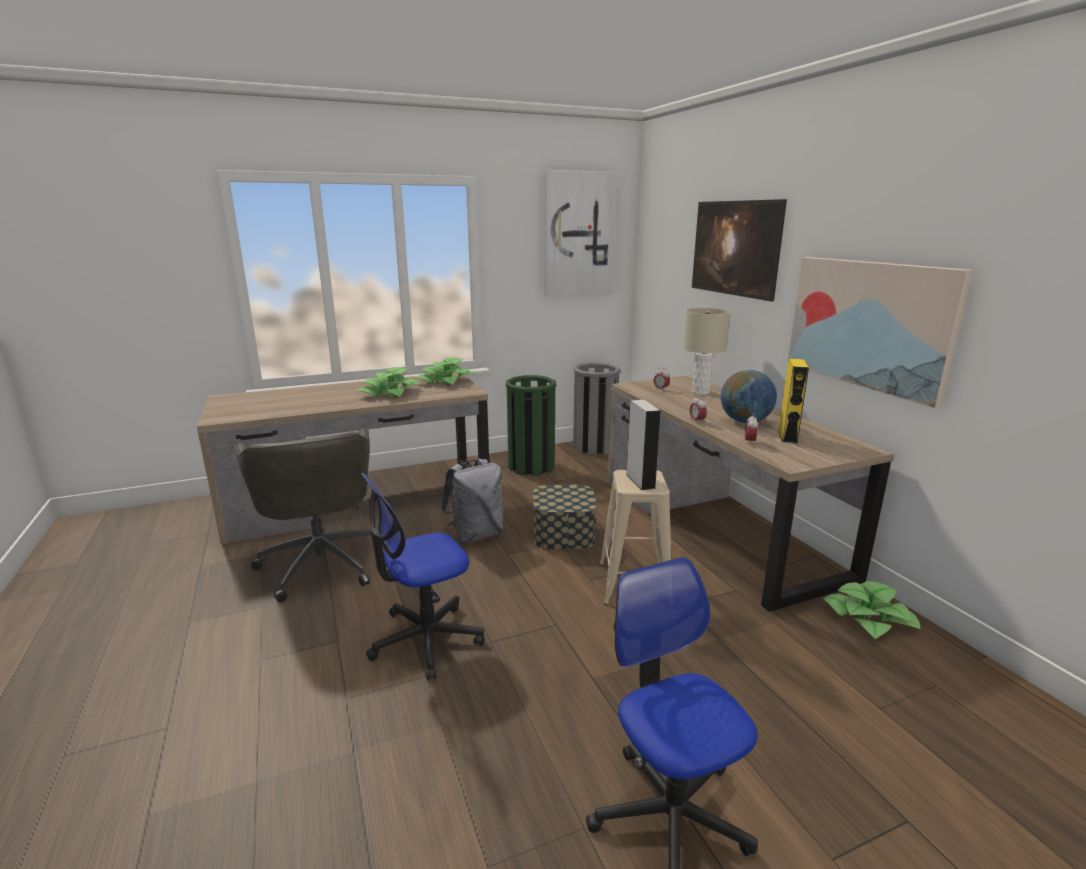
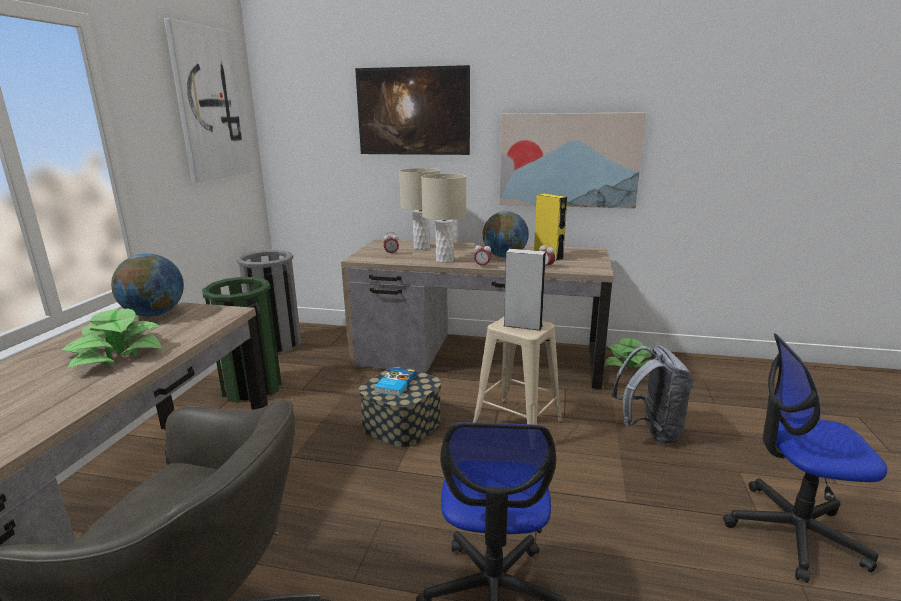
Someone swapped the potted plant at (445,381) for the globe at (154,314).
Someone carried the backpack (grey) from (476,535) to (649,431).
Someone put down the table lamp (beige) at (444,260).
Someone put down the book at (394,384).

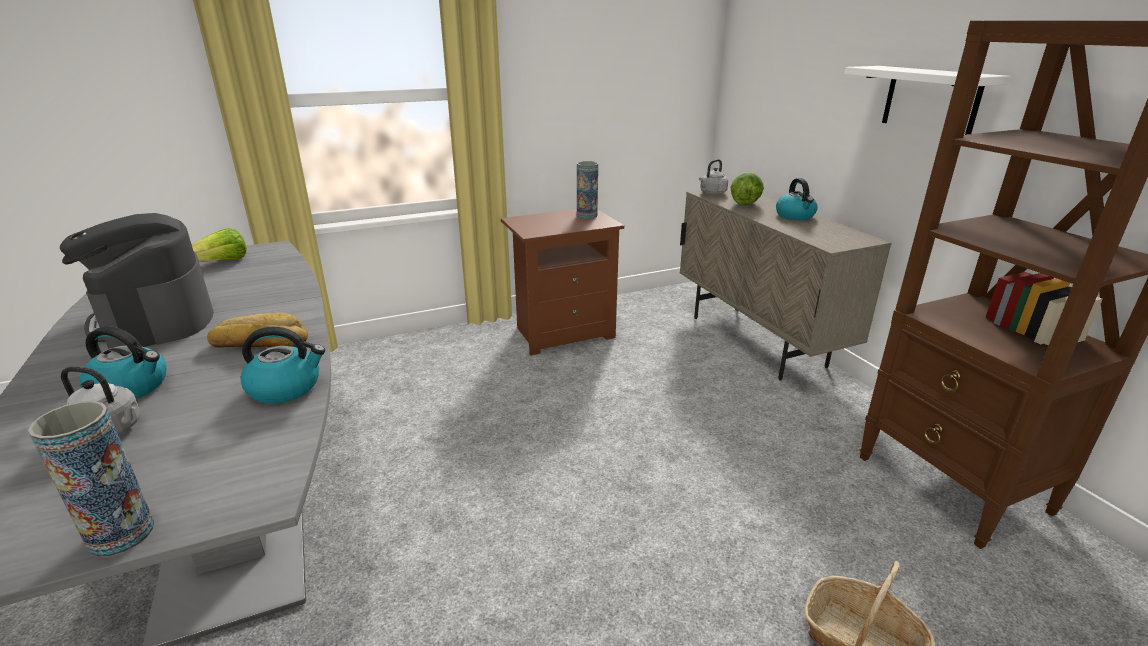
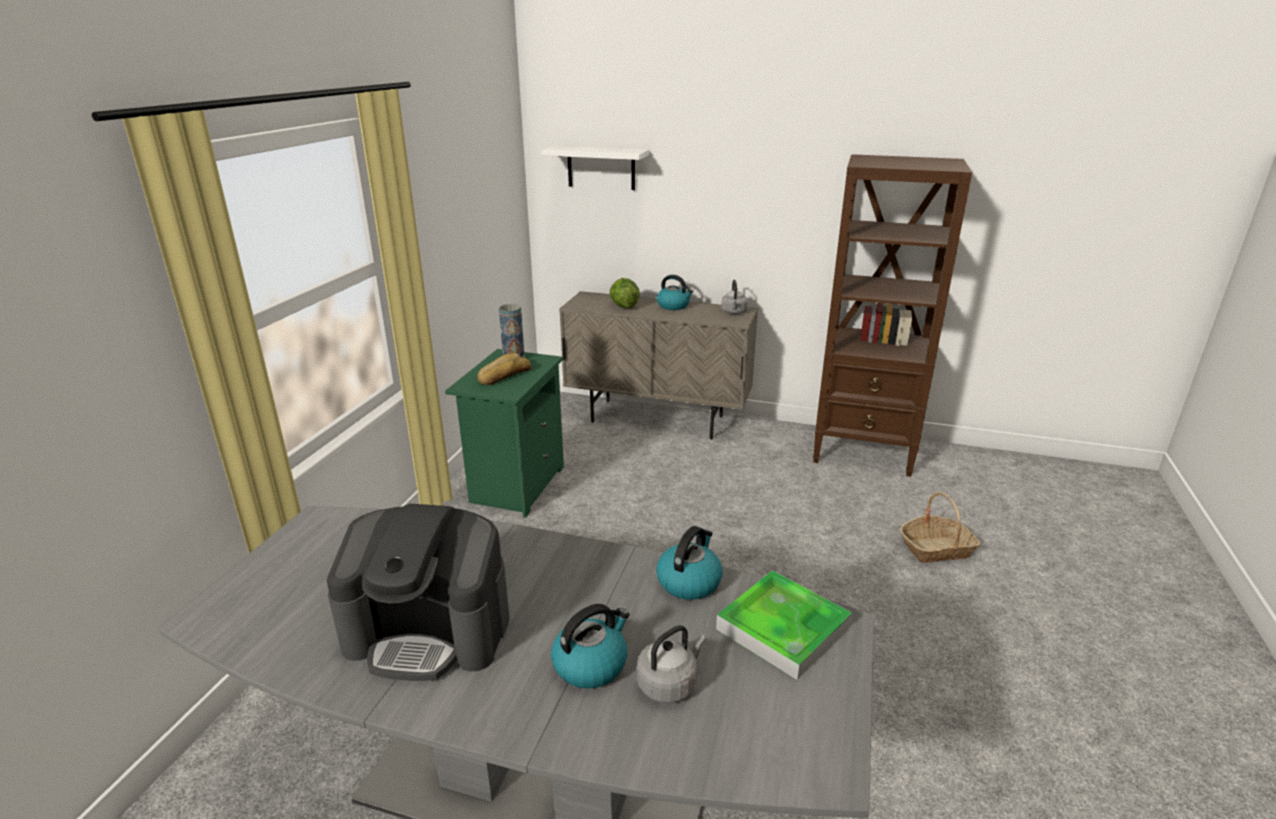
Someone carried the shelf (white) from (931,100) to (601,168).
Someone carried the kettle (grey) from (712,193) to (734,312).
Someone repainted the nightstand (brown) at (563,333), which became the nightstand (green) at (516,485).
Someone took away the lettuce at (223,262).
Someone carried the bread from (261,342) to (503,375).
Someone took away the vase at (121,534).
Someone put down the tray at (782,628).

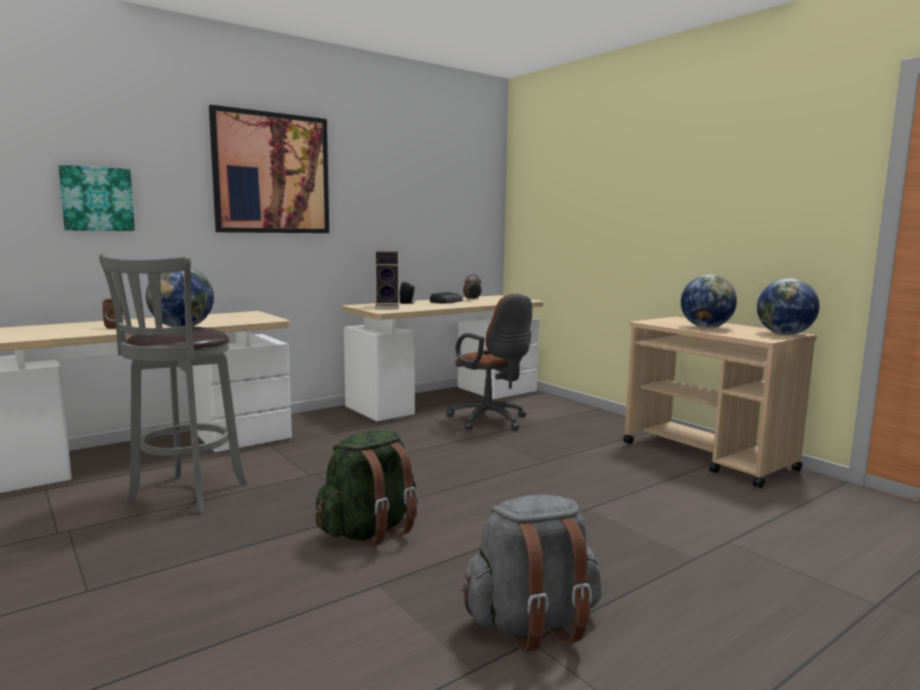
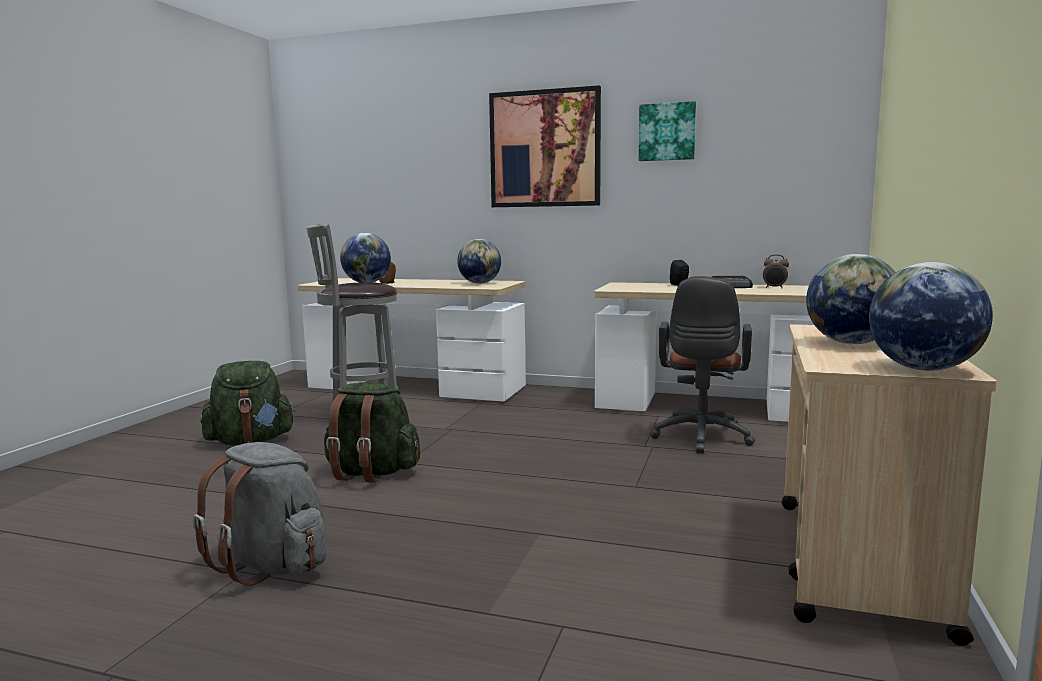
Someone carried the picture from (97,199) to (667,132).
Someone took away the speaker at (388,307).
Someone put down the globe at (480,283).
Someone put down the backpack (green) at (250,441).

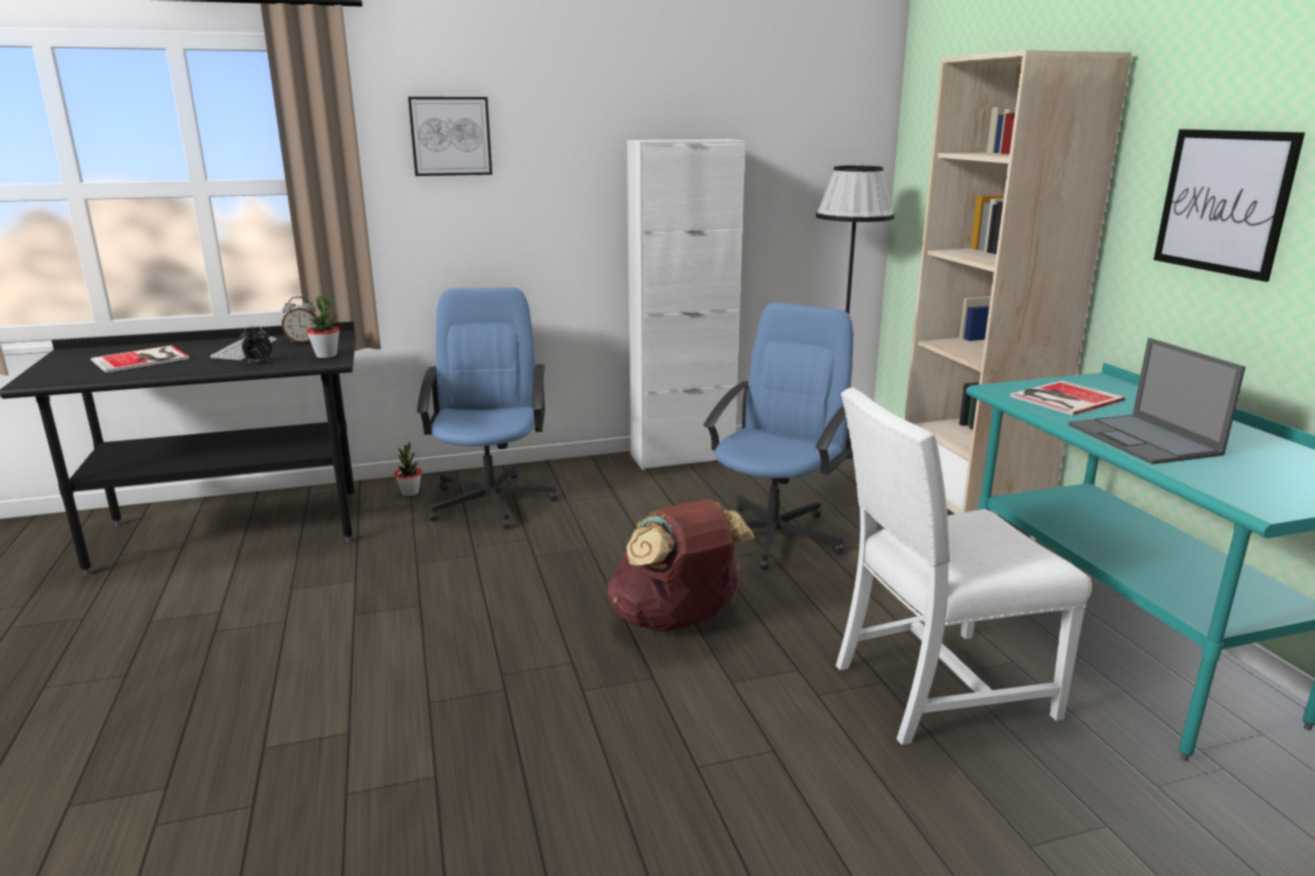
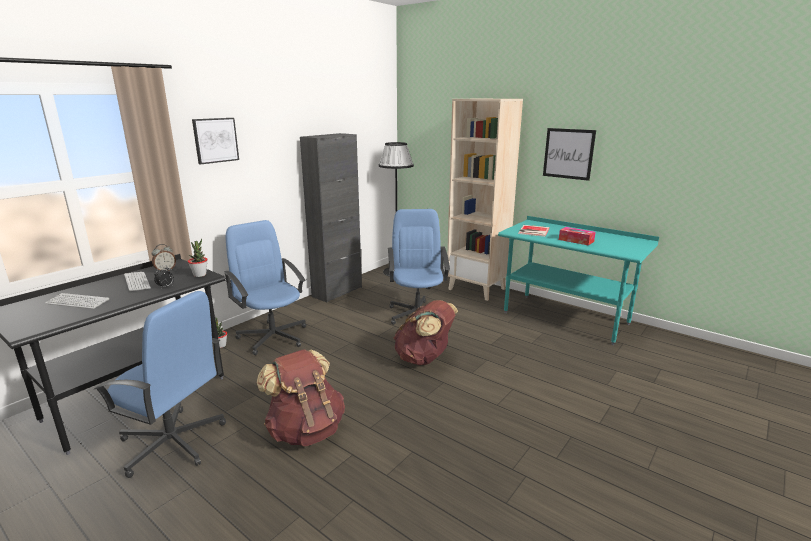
Someone repainted the cabinet (white) at (682,457), which became the cabinet (black) at (337,292).
Someone swapped the laptop at (1144,440) for the tissue box at (576,240).
Someone swapped the book at (143,359) for the keyboard at (77,302).
Someone took away the chair (white) at (935,688).
Someone put down the office chair (blue) at (173,443).
Someone put down the backpack (brown) at (306,430).

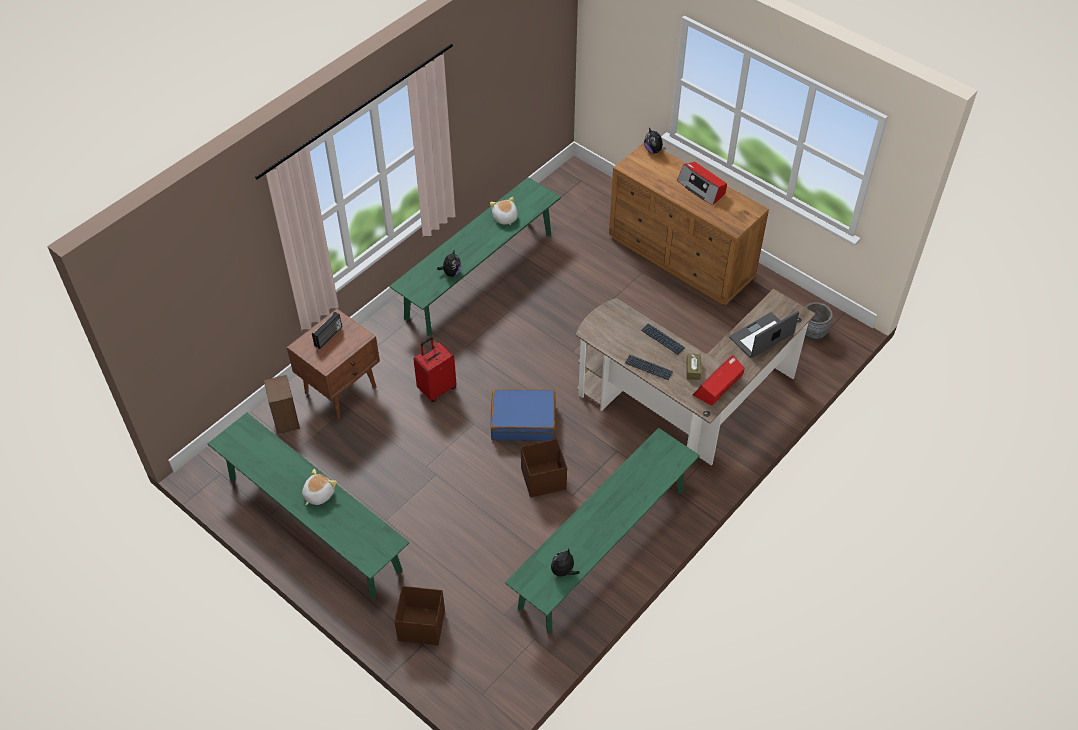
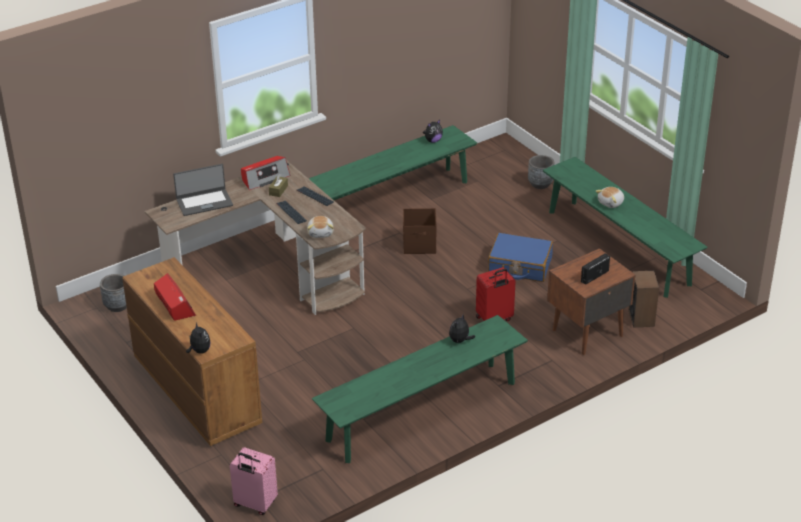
Someone carried the plush toy from (504,218) to (321,233).
Someone carried the suitcase (blue) from (523,421) to (520,265).
Someone swapped the storage box (brown) at (421,625) for the planter (grey) at (540,184).
Someone put down the suitcase (pink) at (254,504).

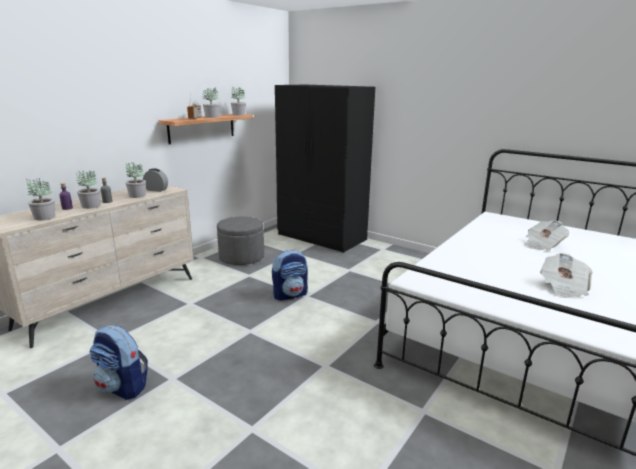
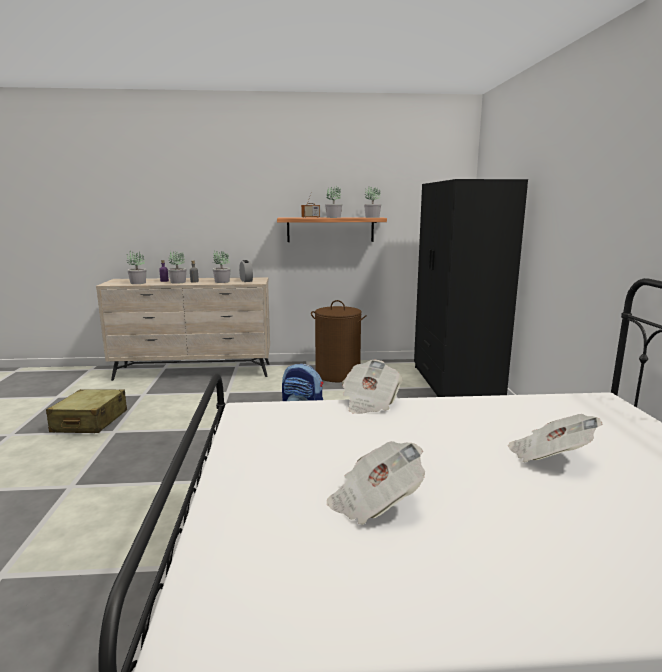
Someone swapped the ottoman (grey) at (241,257) for the laundry basket (brown) at (338,374).
Someone swapped the backpack at (123,387) for the suitcase (beige) at (90,422).
Someone put down the newspaper at (369,403).

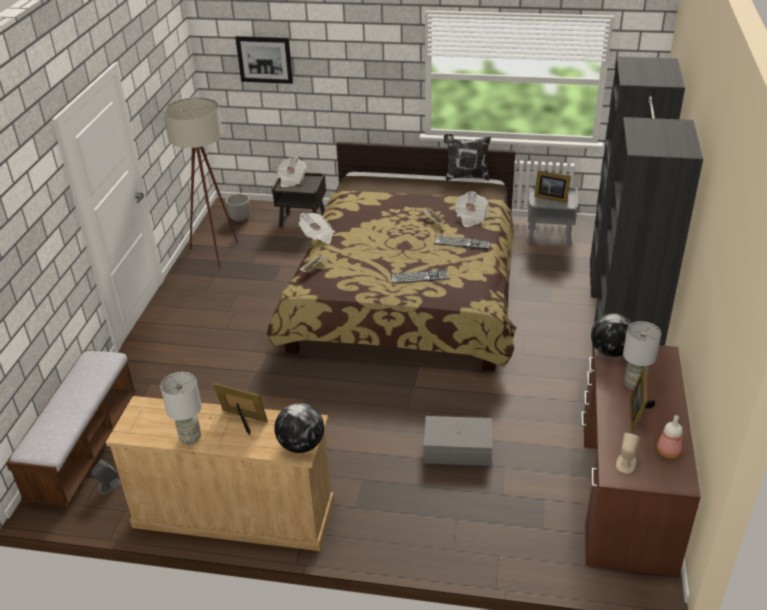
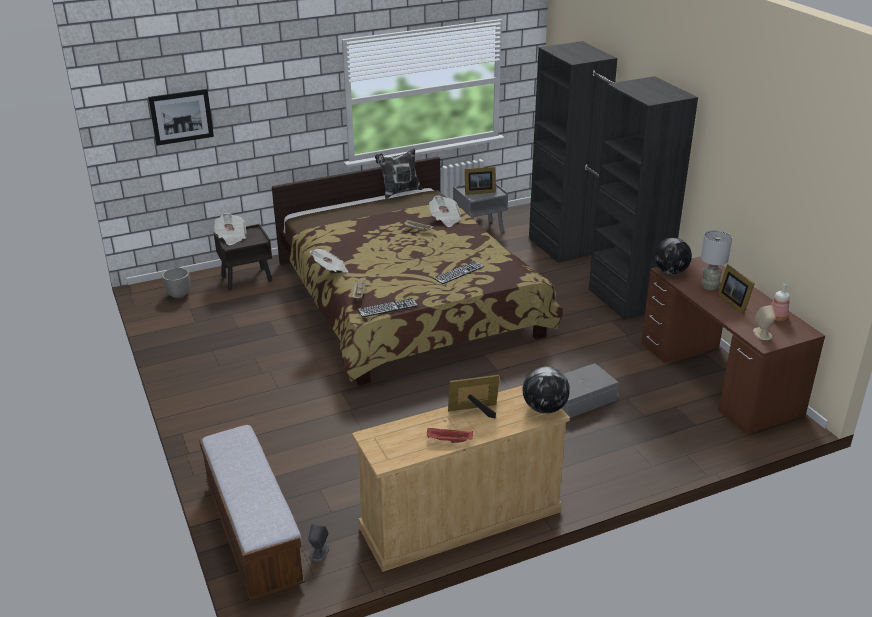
Someone took away the floor lamp (beige) at (216,256).
Someone carried the keyboard from (462,242) to (387,307).
Someone swapped the table lamp (grey) at (190,438) for the tray (red) at (448,441).

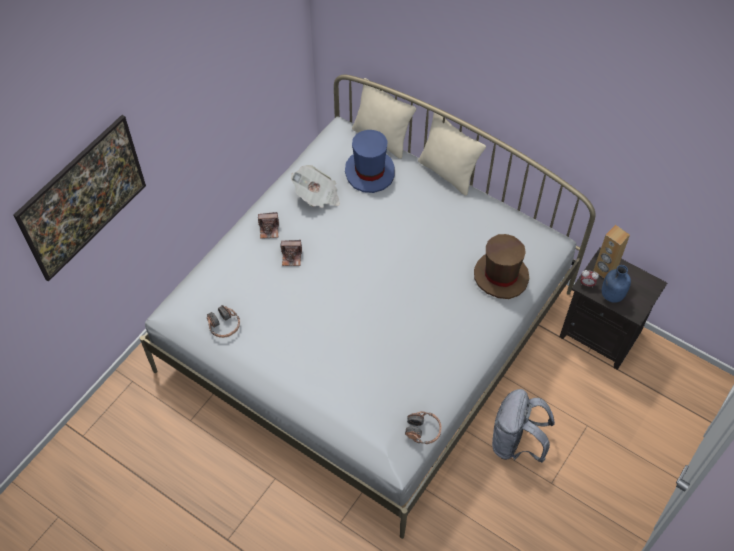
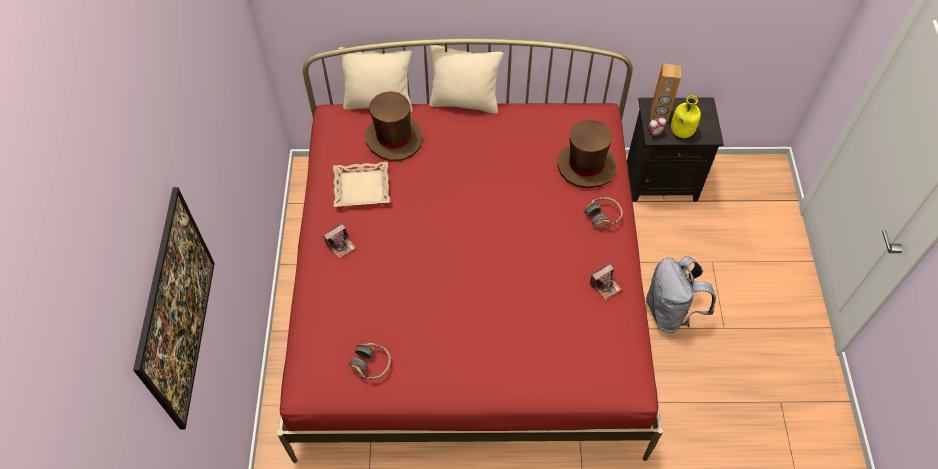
Someone repainted the bed (white) at (367,331), which became the bed (red) at (469,294).
Someone repainted the hat (blue) at (370,172), which became the hat (brown) at (394,138).
Someone swapped the newspaper at (317,196) for the tray (beige) at (362,187).
Someone carried the photo camera from (291,257) to (605,286).
Someone repainted the bottle (blue) at (611,295), which became the bottle (yellow) at (681,132).
Someone carried the headphones from (423,430) to (603,216).

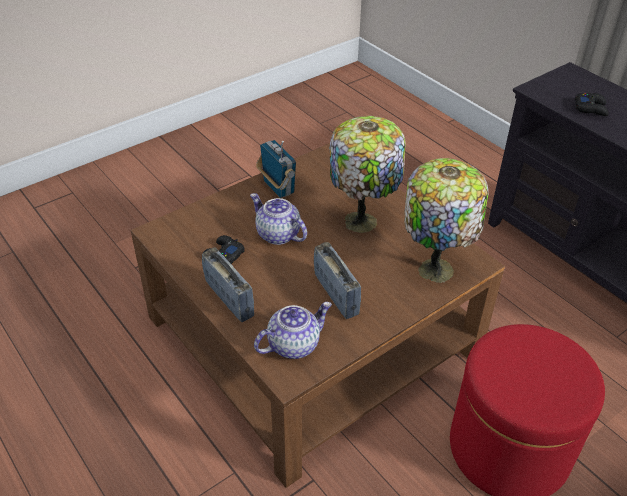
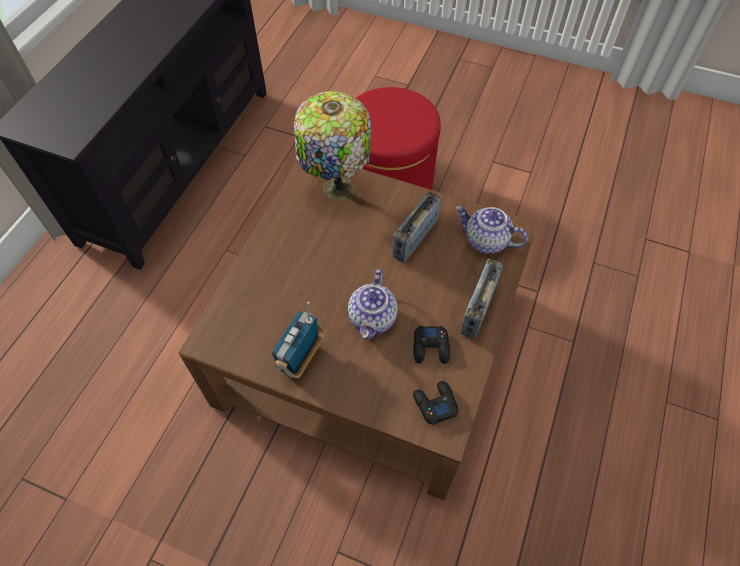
Someone carried the game controller (black) from (591,108) to (434,404).
Someone took away the table lamp at (363,221).

